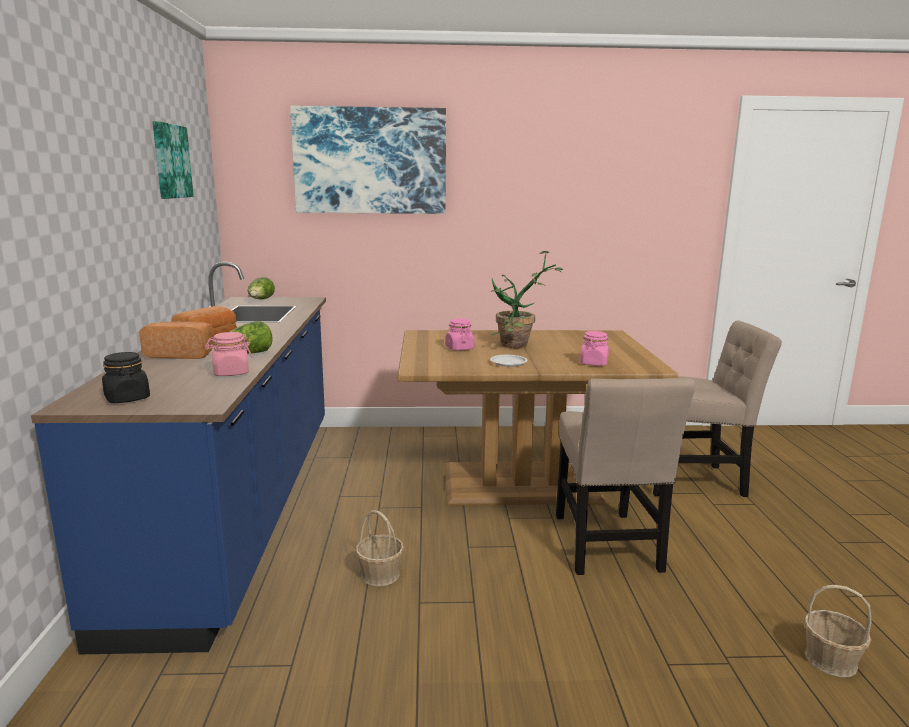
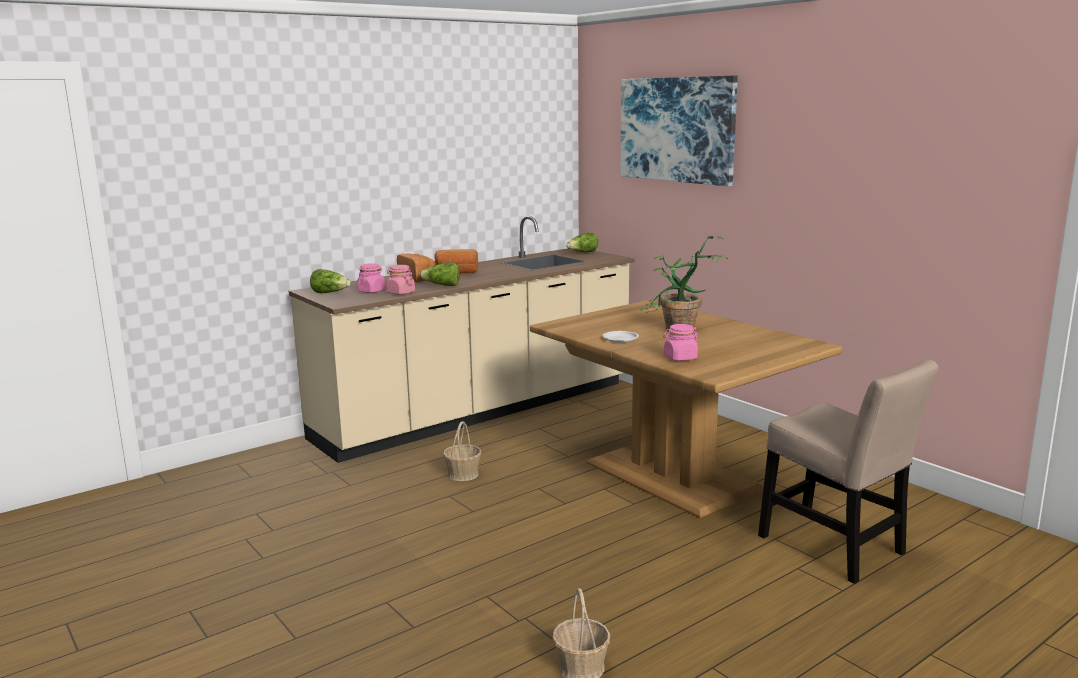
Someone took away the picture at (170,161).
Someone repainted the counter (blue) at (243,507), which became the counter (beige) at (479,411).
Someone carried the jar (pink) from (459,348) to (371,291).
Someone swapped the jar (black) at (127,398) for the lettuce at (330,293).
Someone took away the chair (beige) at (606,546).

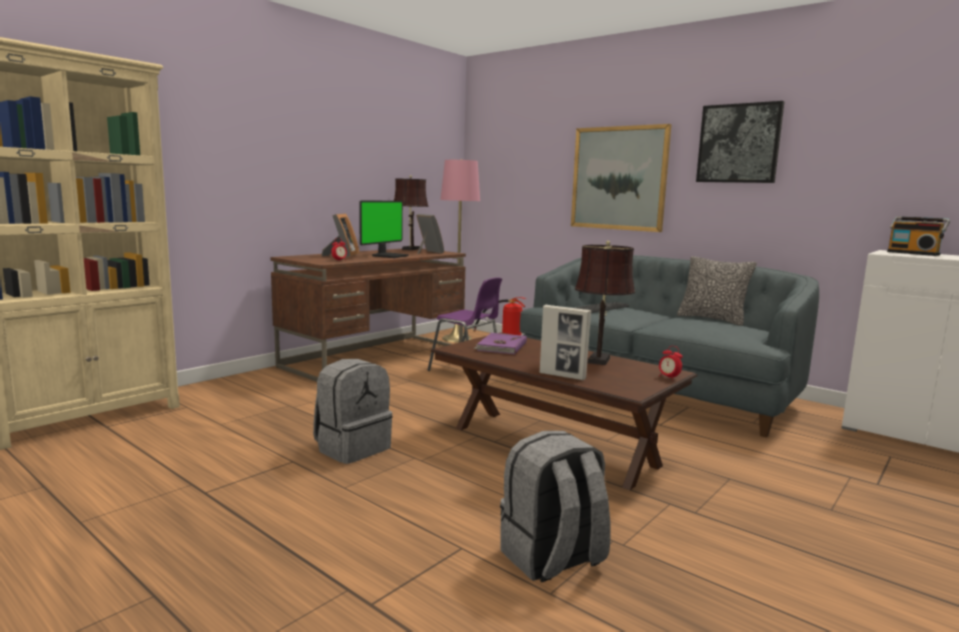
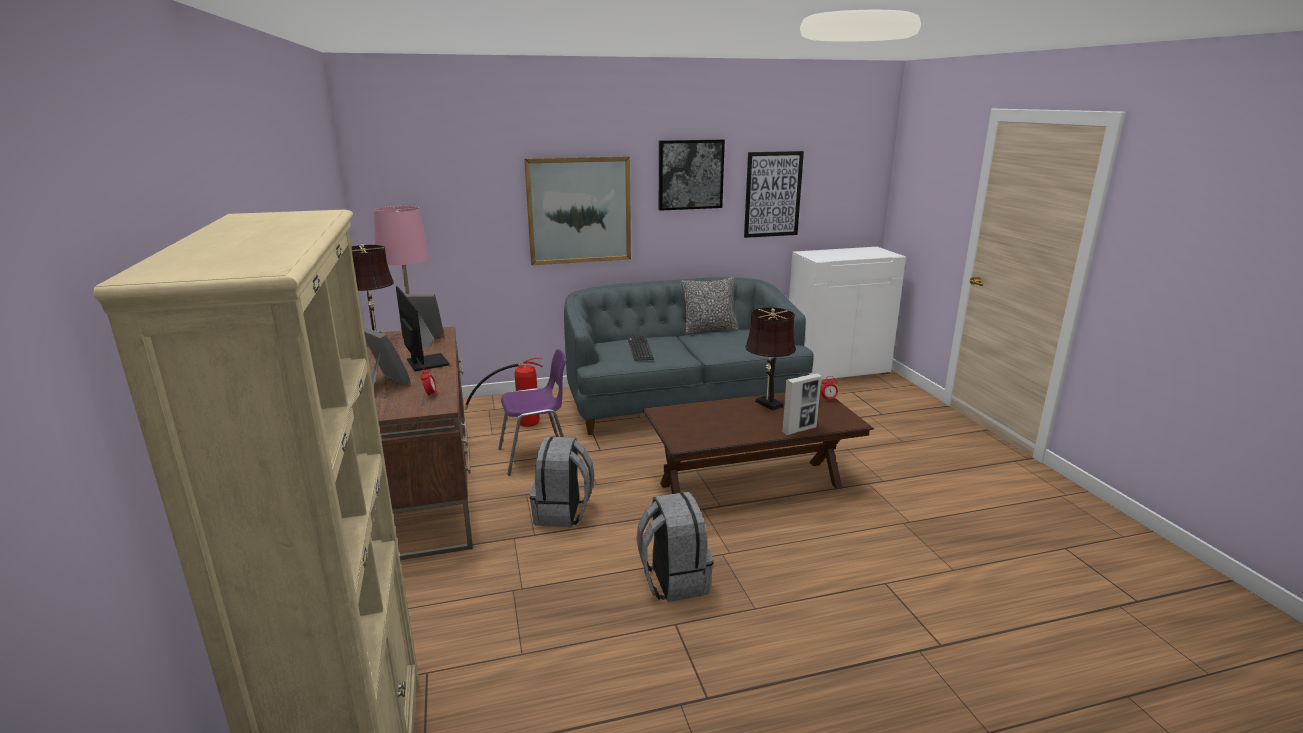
Someone took away the radio at (914,253).
Someone took away the book (purple) at (501,346).
Someone carried the backpack (grey) from (552,559) to (563,513).
Someone put up the picture at (773,194).

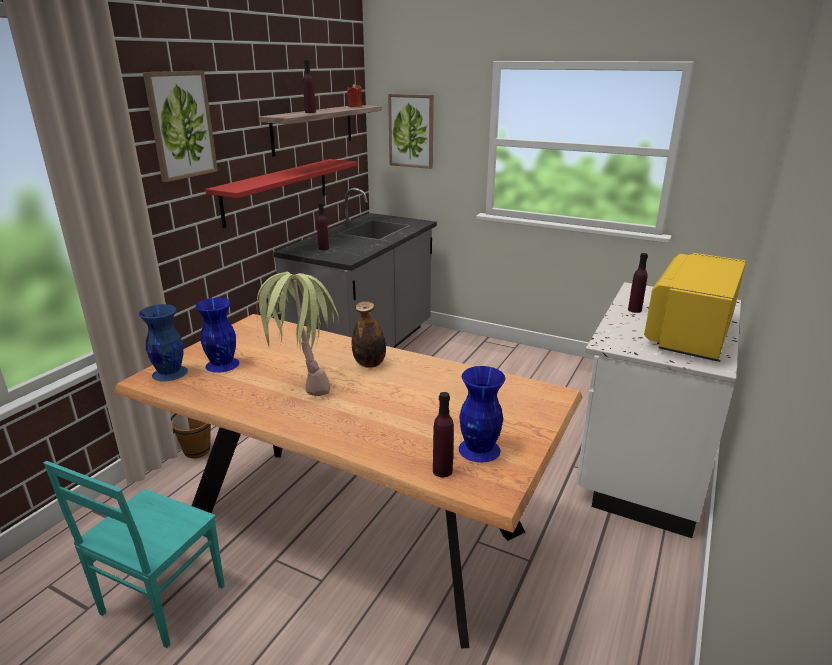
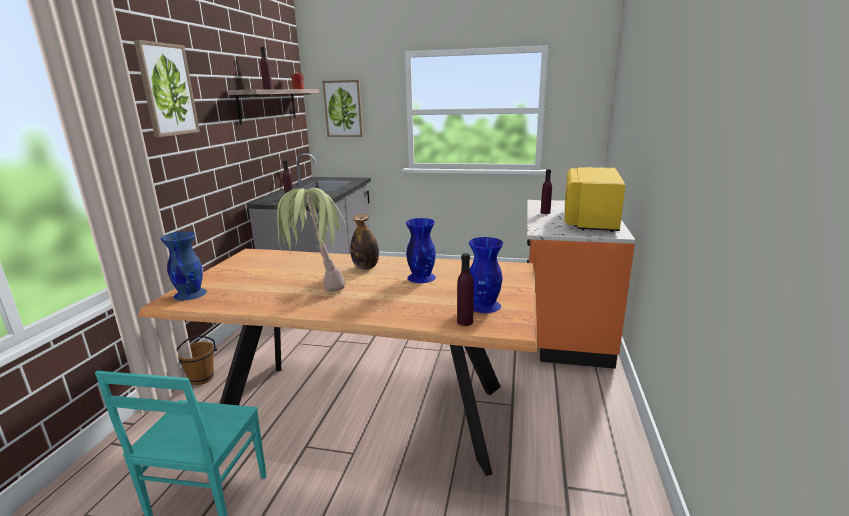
Someone took away the shelf (red) at (277,191).
Someone repainted the counter (white) at (642,464), which became the counter (orange) at (562,329).
Someone carried the vase (blue) from (222,364) to (421,277).

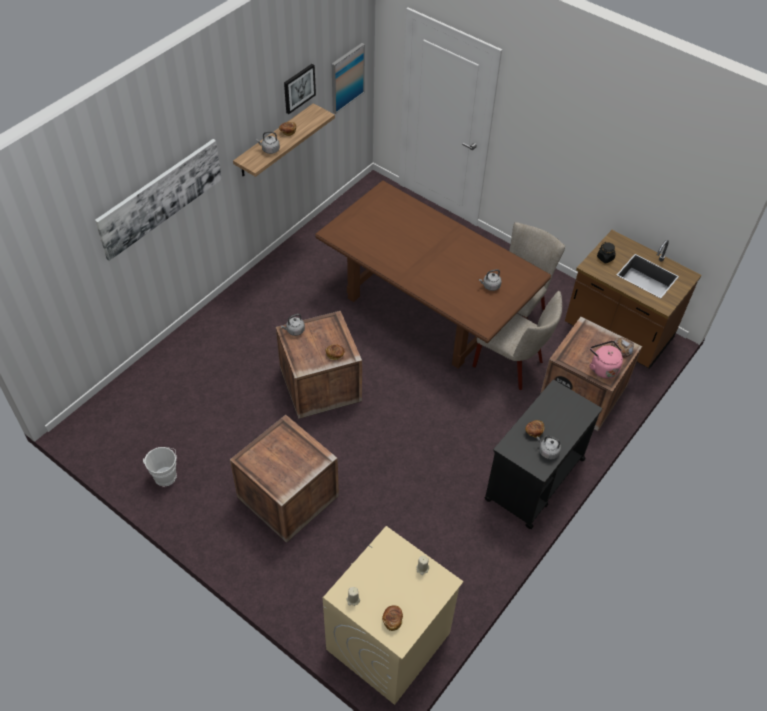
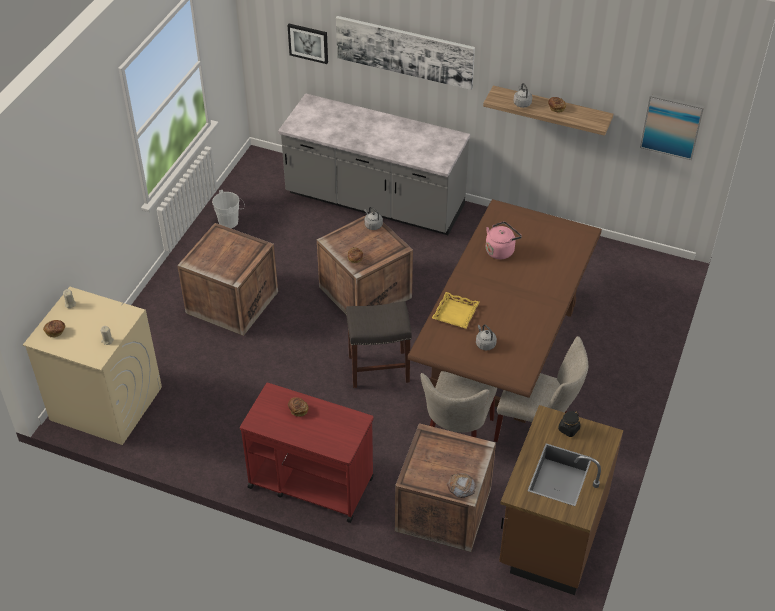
Someone carried the picture from (299,88) to (308,43).
Someone carried the kettle (pink) from (602,367) to (501,250).
Someone repainted the cart (black) at (534,479), which became the cart (red) at (310,482).
Someone took away the kettle (grey) at (547,451).
Someone put down the counter (grey) at (374,202).
Someone put down the tray (yellow) at (456,313).
Someone put down the stool (grey) at (378,369).

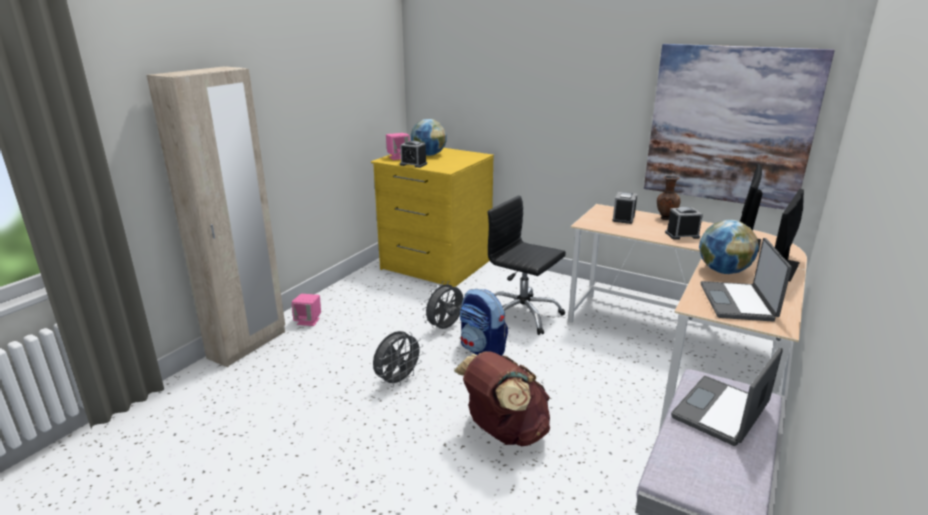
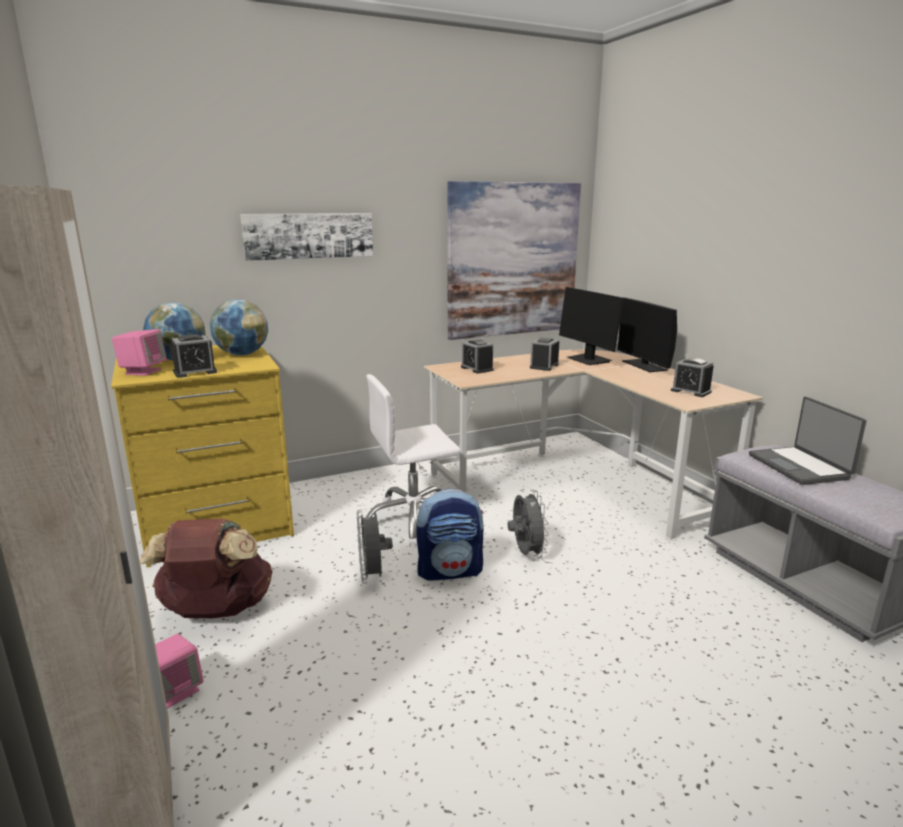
Someone took away the vase (brown) at (665,218).
Someone repainted the office chair (black) at (522,314), which became the office chair (white) at (413,520).
Someone carried the globe from (723,271) to (241,354).
Someone swapped the laptop at (738,302) for the alarm clock at (690,391).
Someone carried the fan (grey) from (398,380) to (526,553).
Someone carried the backpack (brown) from (504,432) to (216,611).
Someone put up the picture at (309,235).

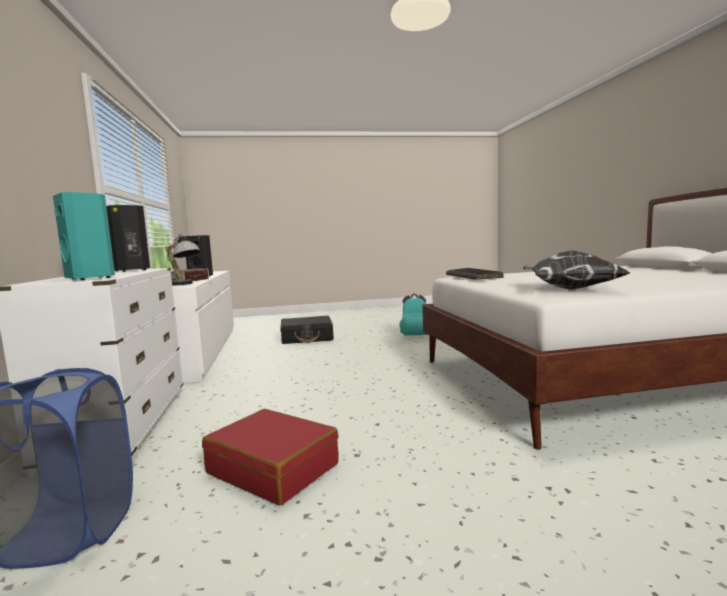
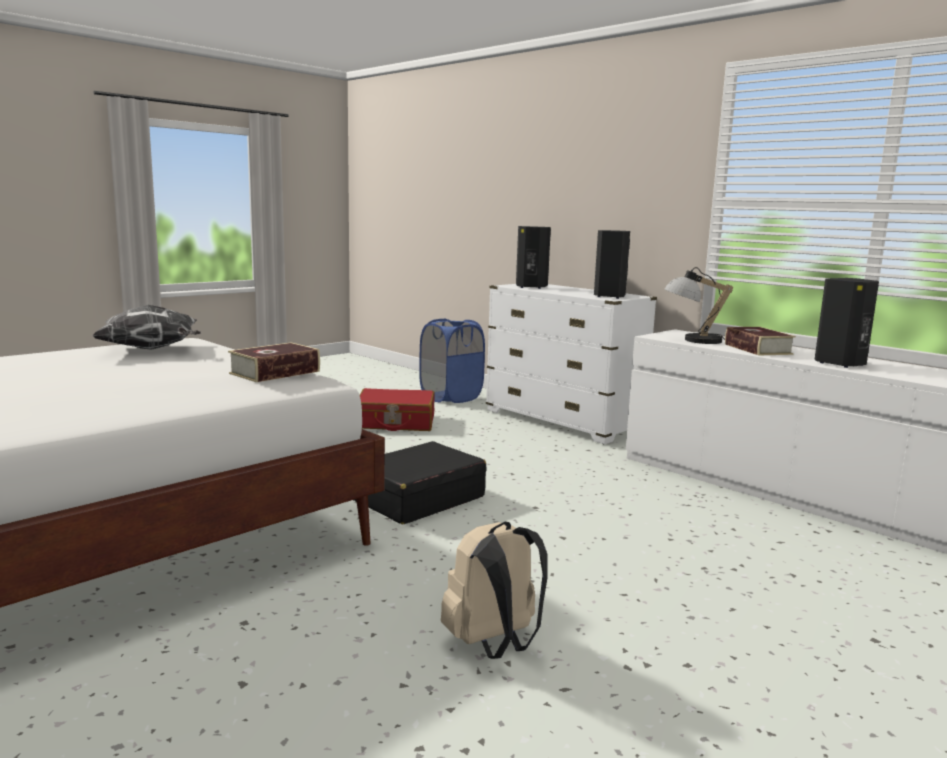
Someone repainted the speaker (turquoise) at (91,278), which became the speaker (black) at (531,287).
Someone swapped the keyboard at (473,276) for the book at (275,372).
Someone repainted the backpack (turquoise) at (415,336), which became the backpack (beige) at (494,644).
Someone carried the suitcase (black) from (307,338) to (417,498).

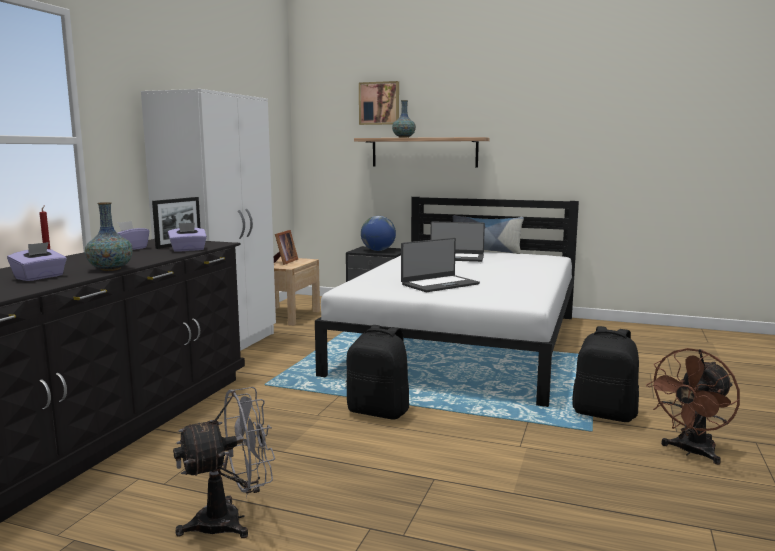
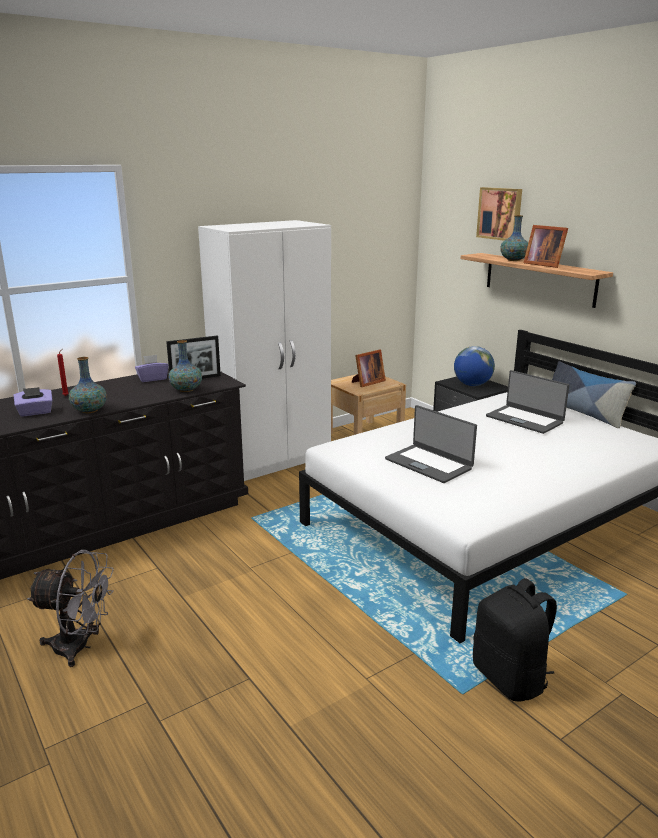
Someone swapped the tissue box (purple) at (188,250) for the vase at (186,389).
Someone rotated the laptop at (439,284) by 45 degrees clockwise.
Someone took away the backpack (black) at (379,411).
Someone took away the fan (brown) at (691,452).
Someone put down the picture frame at (543,264).

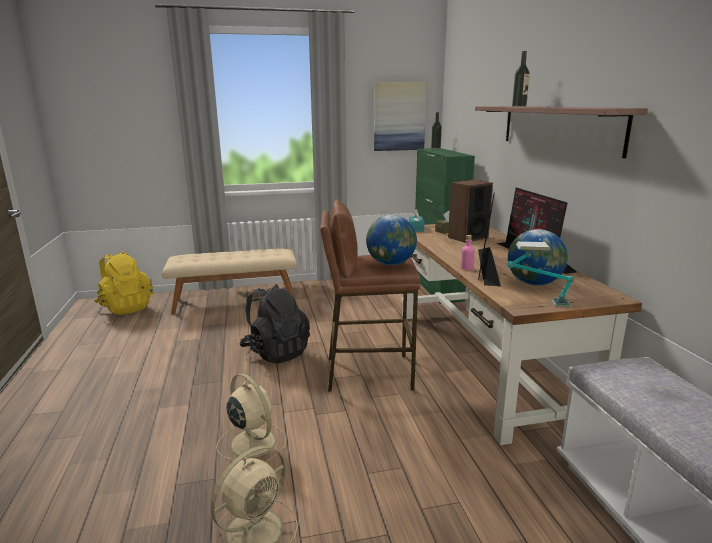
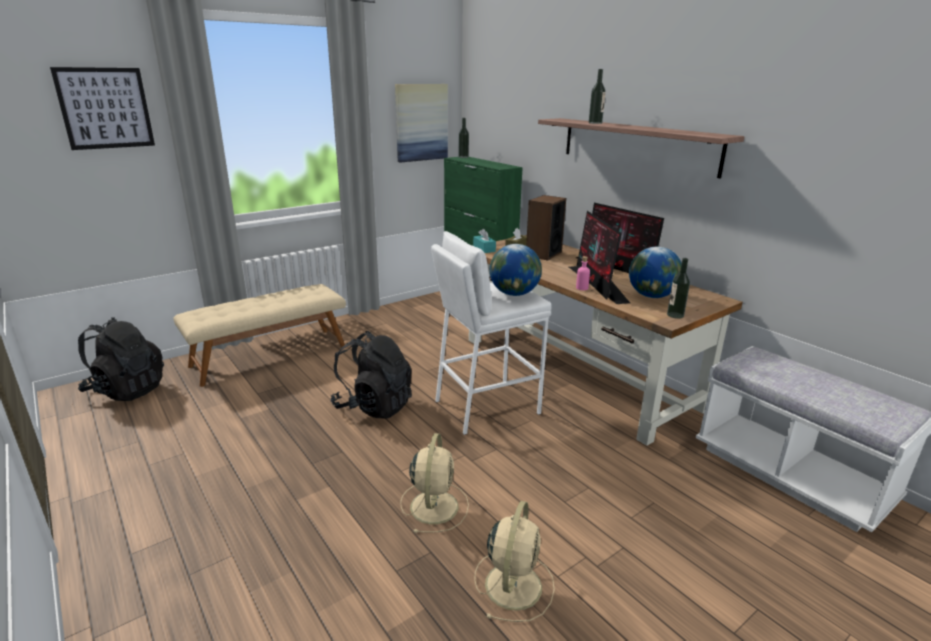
Someone repainted the stool (brown) at (368,372), which became the stool (white) at (486,406).
Someone swapped the table lamp at (537,303) for the bottle at (675,315).
Someone repainted the backpack (yellow) at (126,307), which became the backpack (black) at (126,390).
Someone rotated the fan (beige) at (252,442) by 75 degrees clockwise.
Someone put up the picture at (105,108).

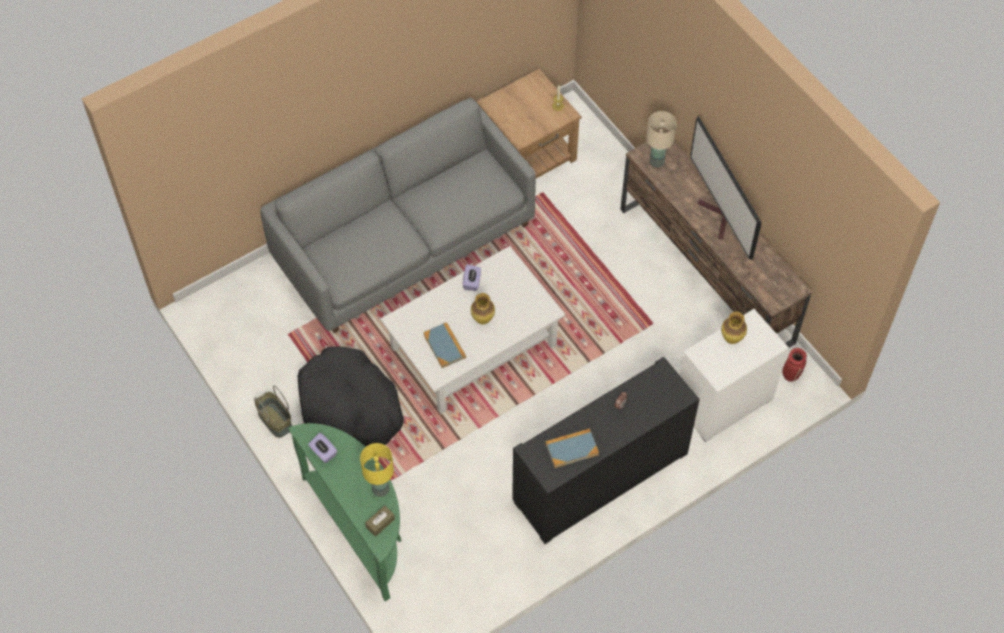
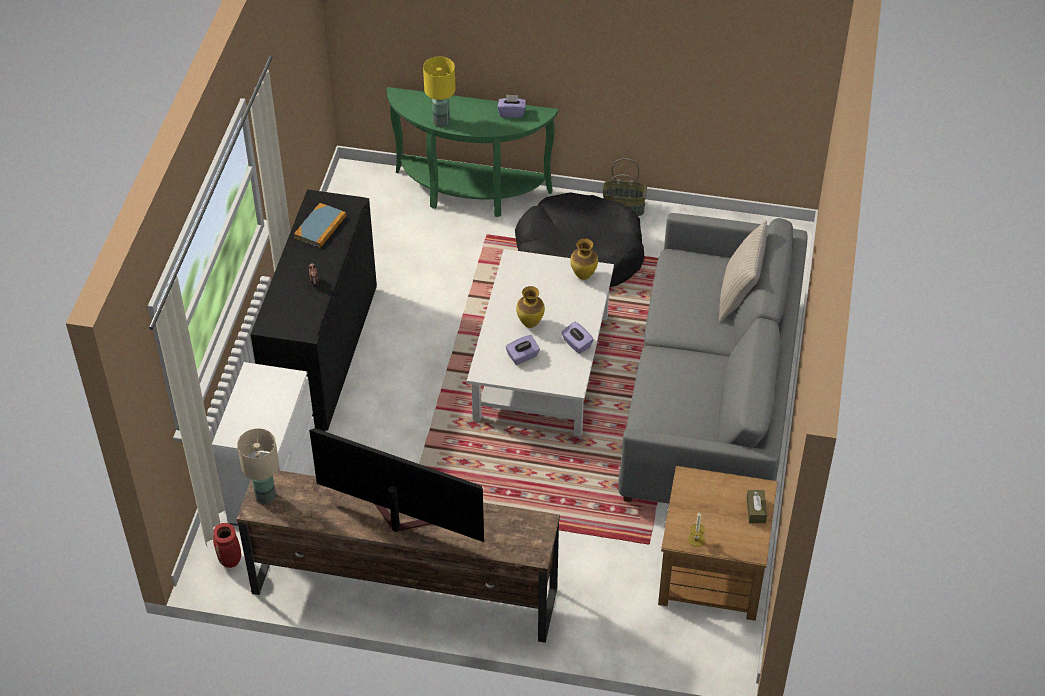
Someone carried the table lamp (beige) from (657,161) to (265,496).
Someone carried the vase from (731,339) to (583,275).
Someone took away the book at (444,346).
Someone carried the tissue box (brown) from (380,523) to (756,510).
Someone put down the pillow (beige) at (739,296).
Someone put down the tissue box (purple) at (523,356).

